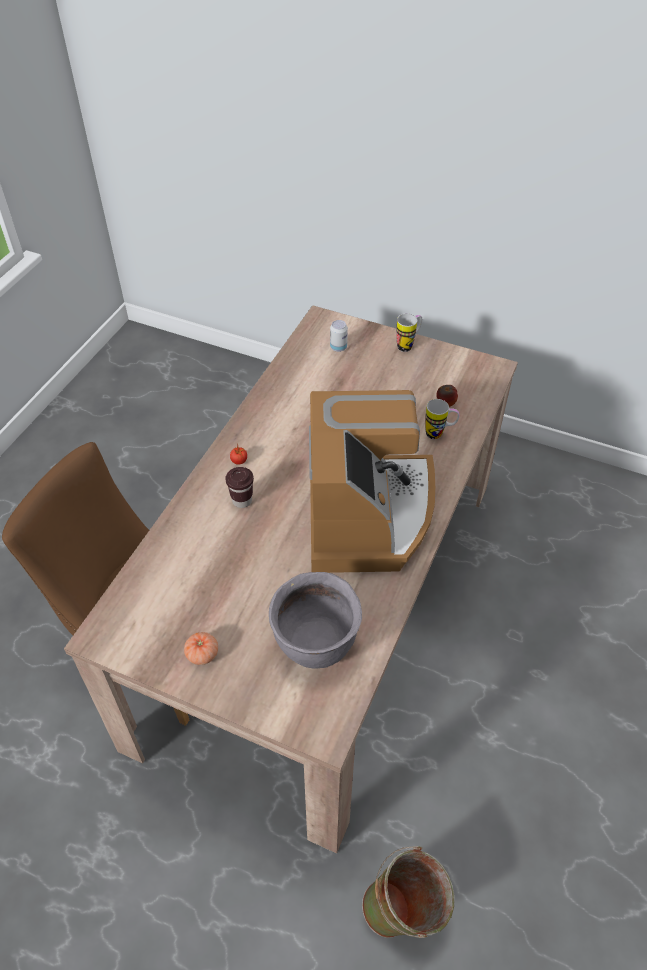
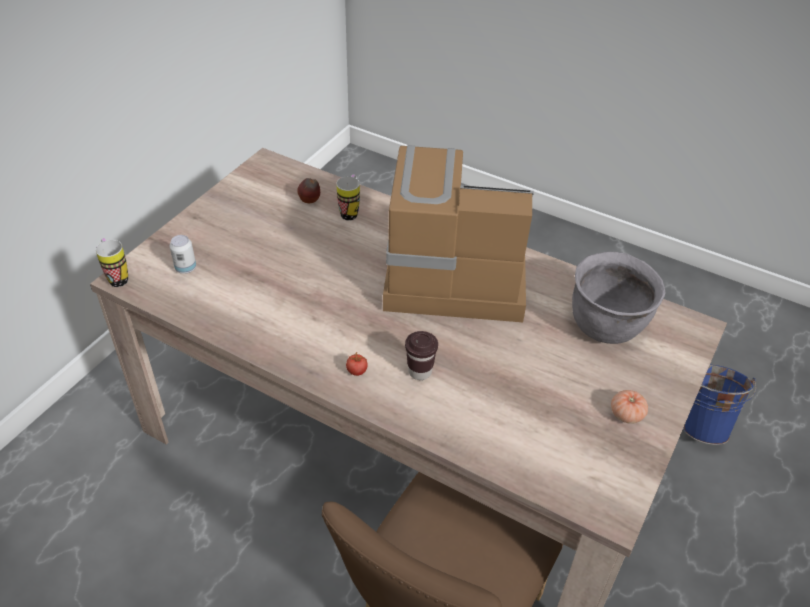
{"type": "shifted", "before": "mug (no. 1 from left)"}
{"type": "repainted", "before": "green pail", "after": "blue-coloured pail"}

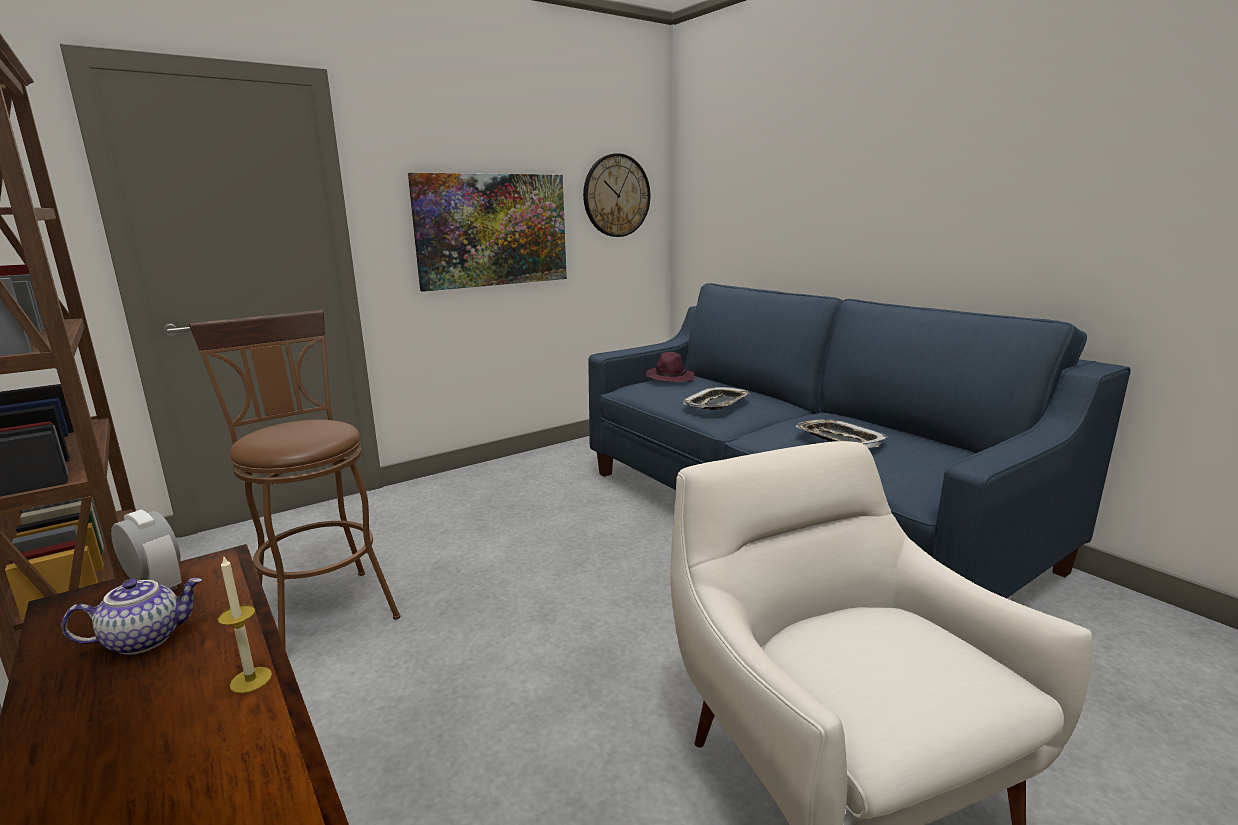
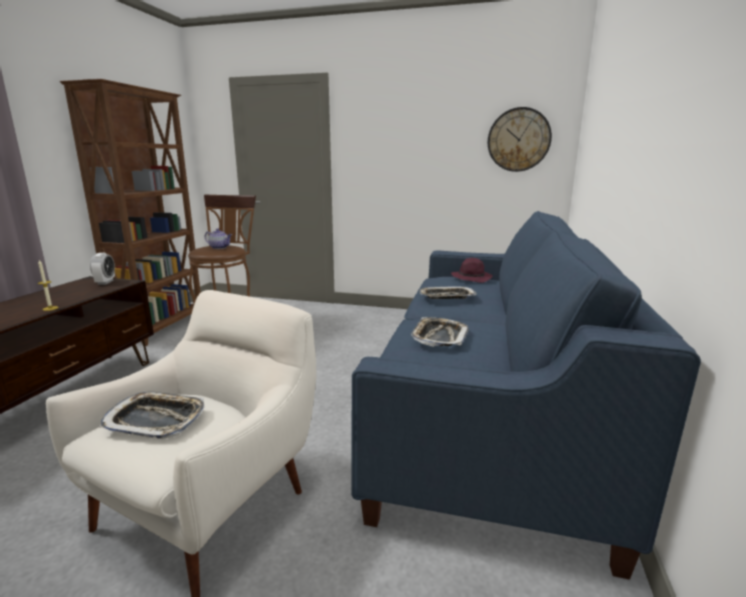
{"type": "gone", "before": "wall art"}
{"type": "shifted", "before": "tea pot"}
{"type": "new", "after": "serving tray (no. 1 from left)"}

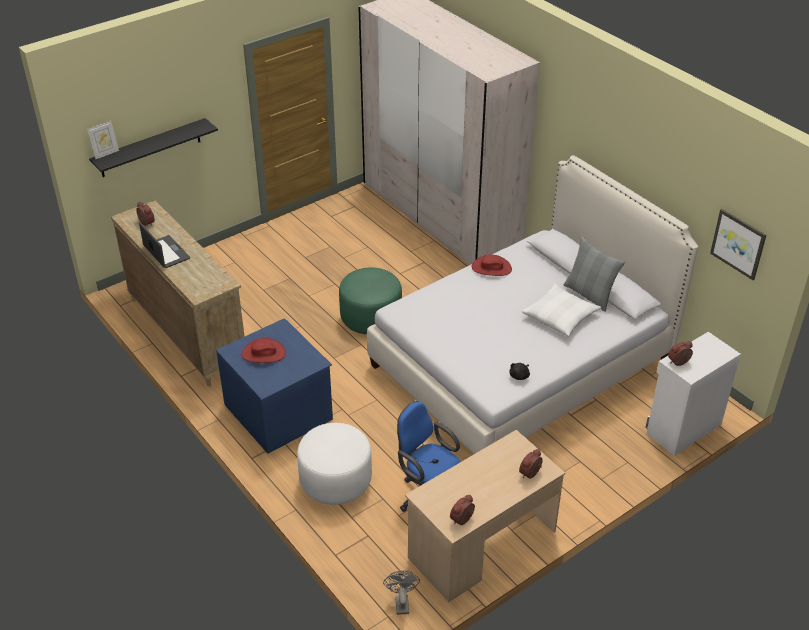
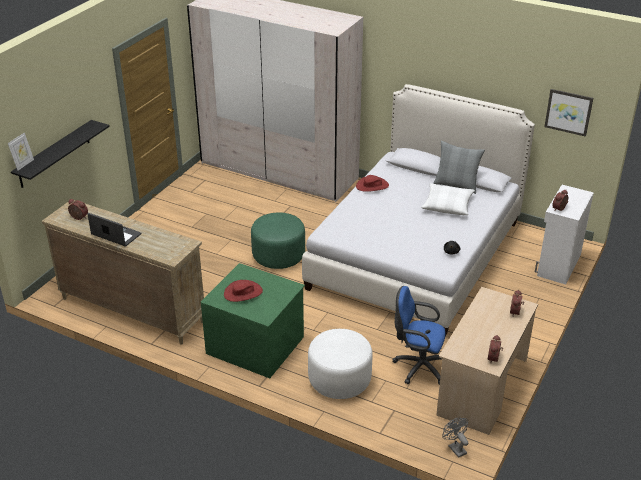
{"type": "repainted", "before": "blue-coloured dresser", "after": "green dresser"}

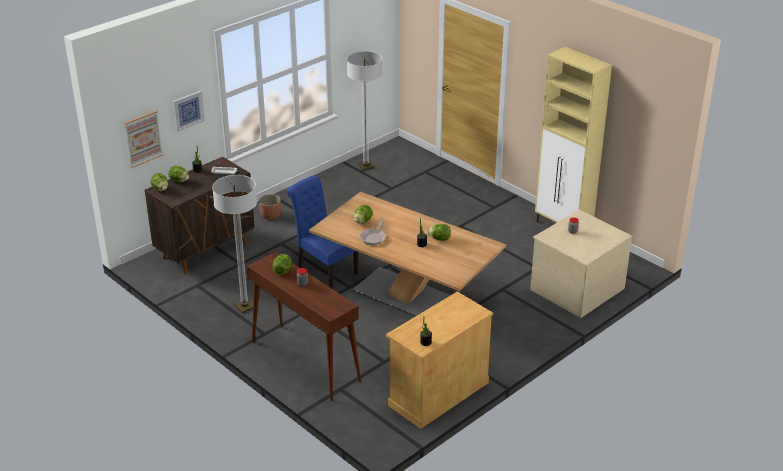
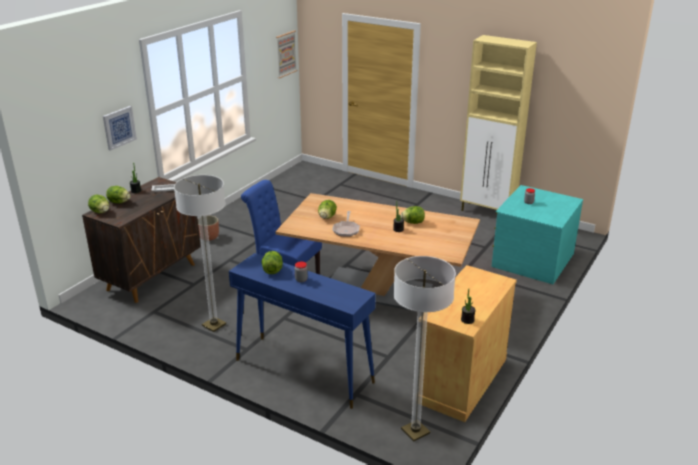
{"type": "shifted", "before": "standard lamp (no. 2 from left)"}
{"type": "shifted", "before": "wall art (no. 1 from left in the first image)", "after": "wall art (no. 2 from left)"}
{"type": "repainted", "before": "beige dresser", "after": "turquoise dresser"}
{"type": "repainted", "before": "brown-coloured narrow table", "after": "blue-coloured narrow table"}

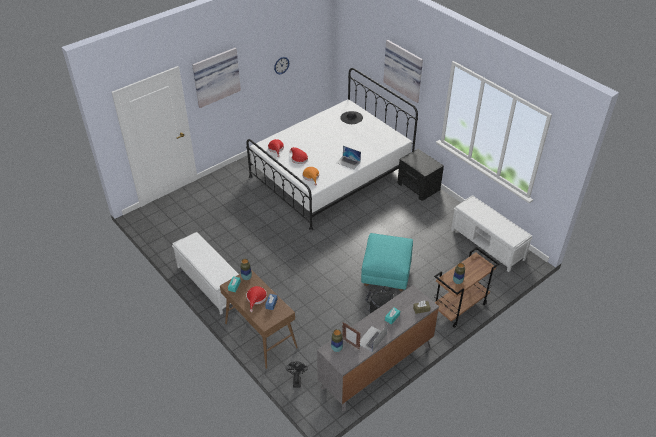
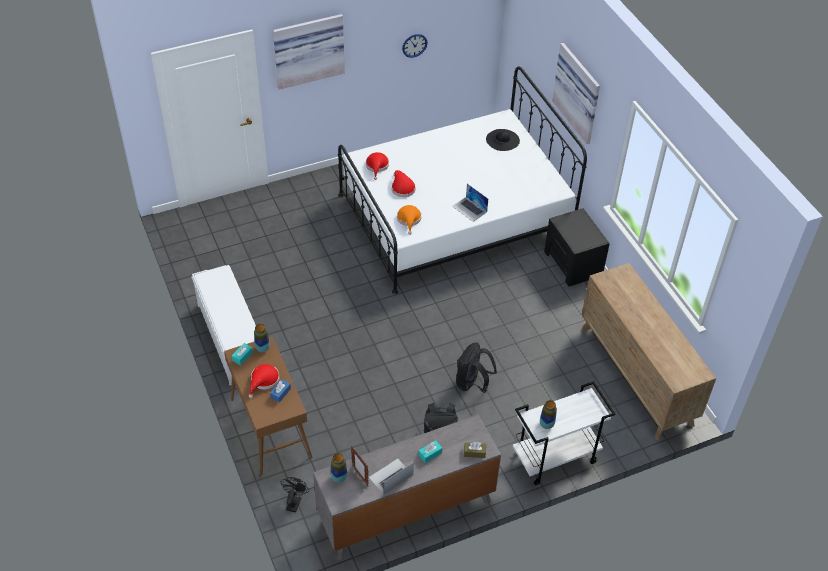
{"type": "swapped", "before": "white indoor bench (no. 2 from left)", "after": "brown-coloured dresser"}
{"type": "swapped", "before": "turquoise footrest", "after": "blackish knapsack (no. 2 from left)"}
{"type": "repainted", "before": "brown-coloured cart", "after": "white cart"}

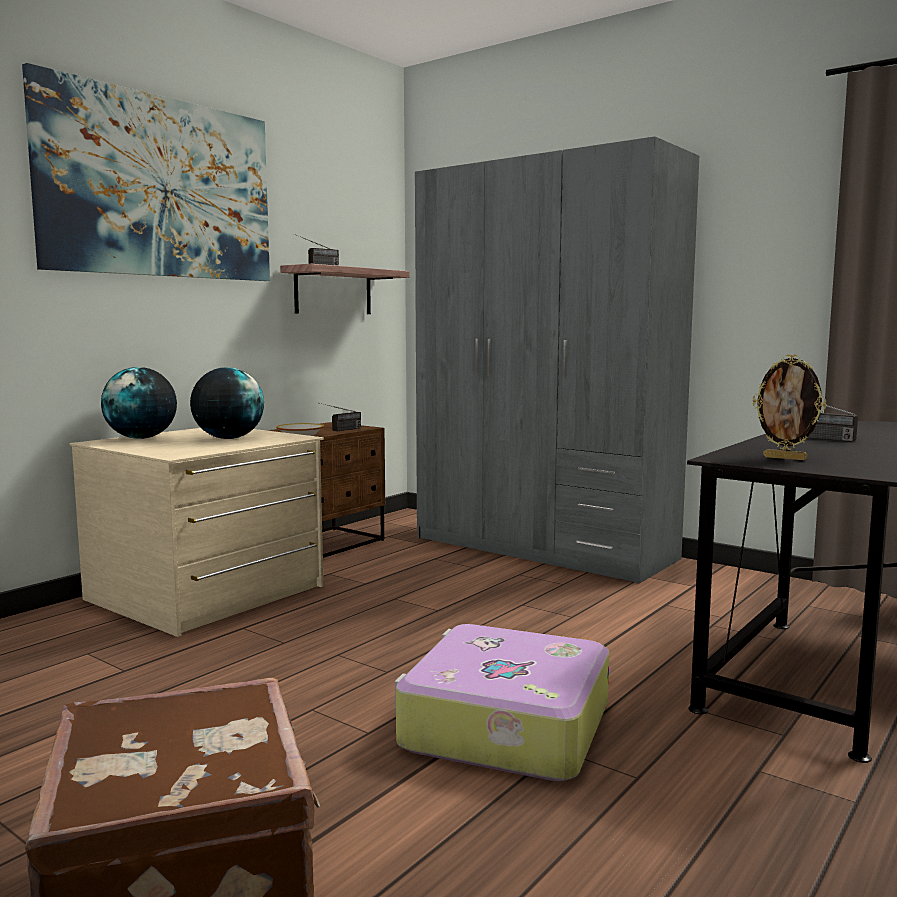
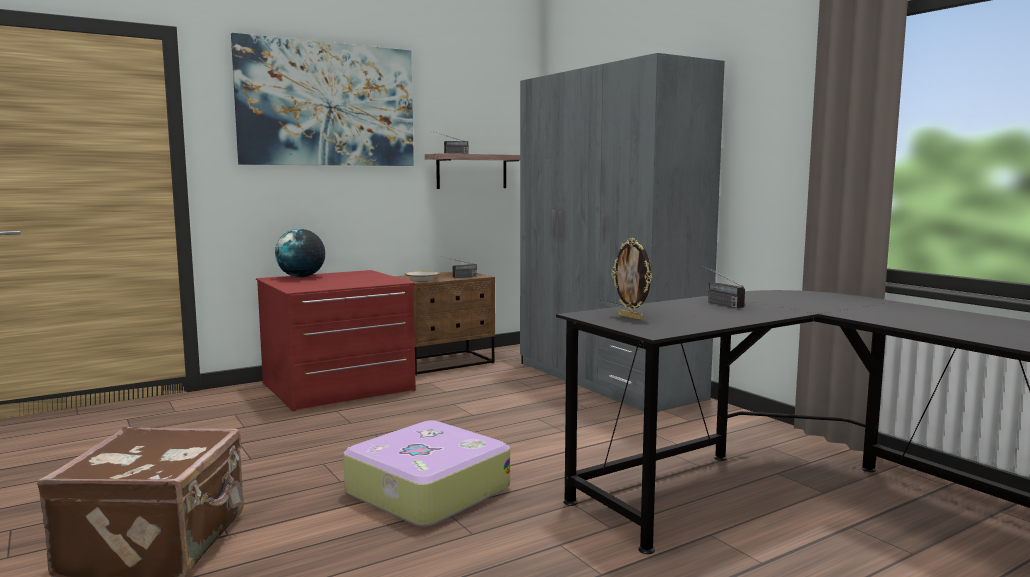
{"type": "gone", "before": "desk globe (no. 2 from left)"}
{"type": "repainted", "before": "beige dresser", "after": "red dresser"}

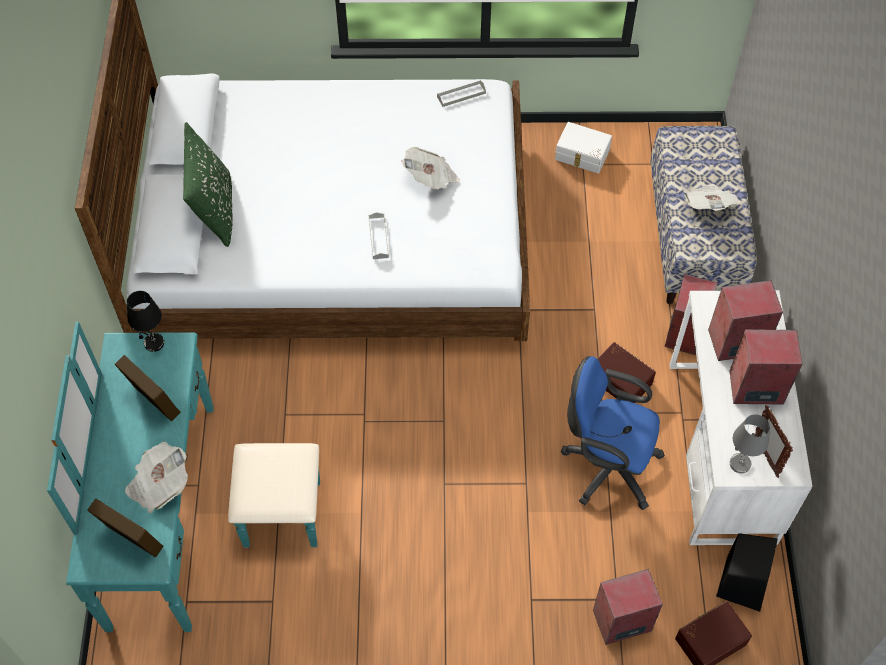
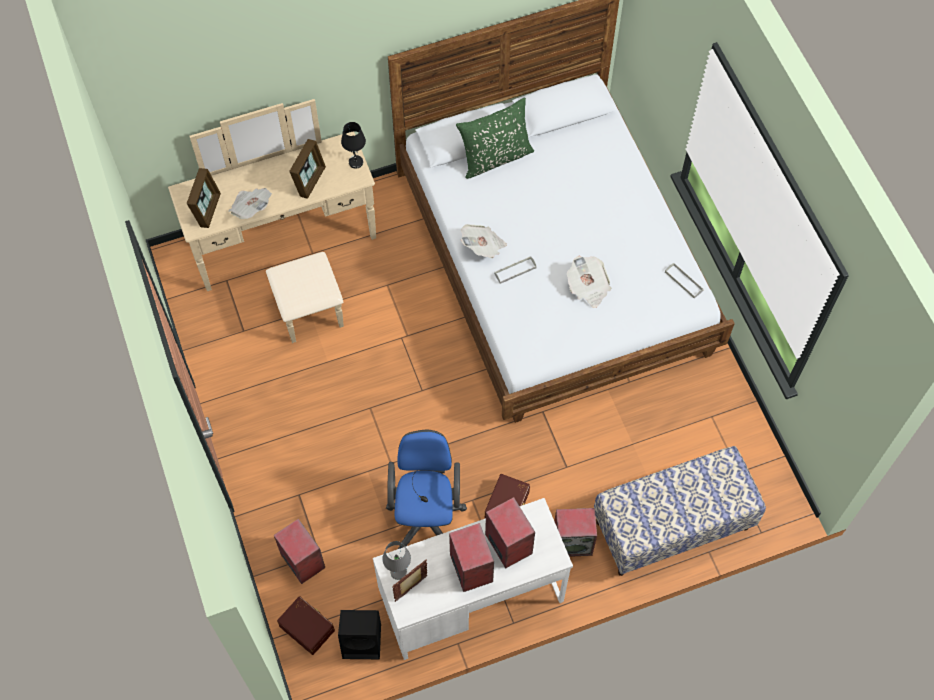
{"type": "gone", "before": "white storage box"}
{"type": "shifted", "before": "newspaper (no. 3 from left in the first image)", "after": "newspaper (no. 2 from left)"}
{"type": "repainted", "before": "turquoise dresser", "after": "beige dresser"}

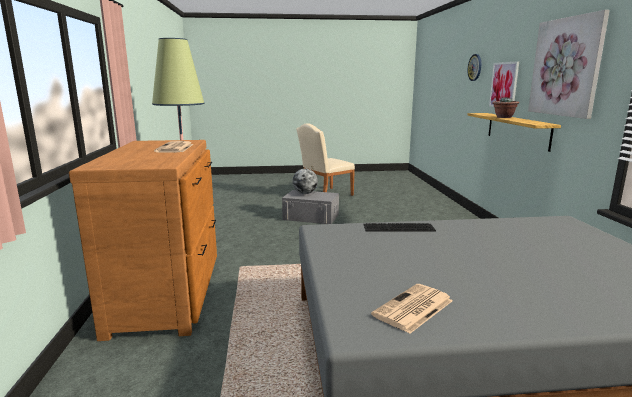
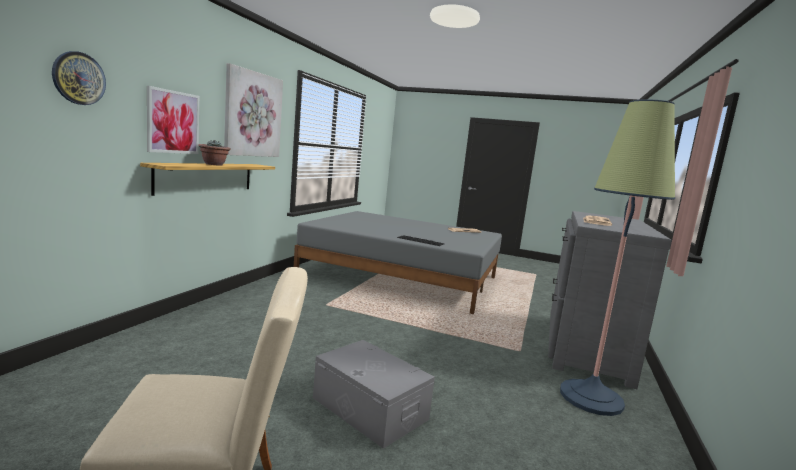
{"type": "repainted", "before": "brown-coloured dresser", "after": "greyish dresser"}
{"type": "gone", "before": "desk globe"}

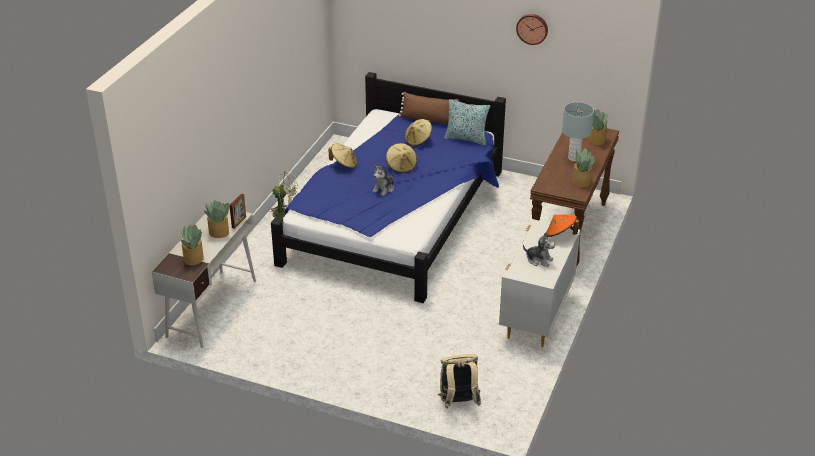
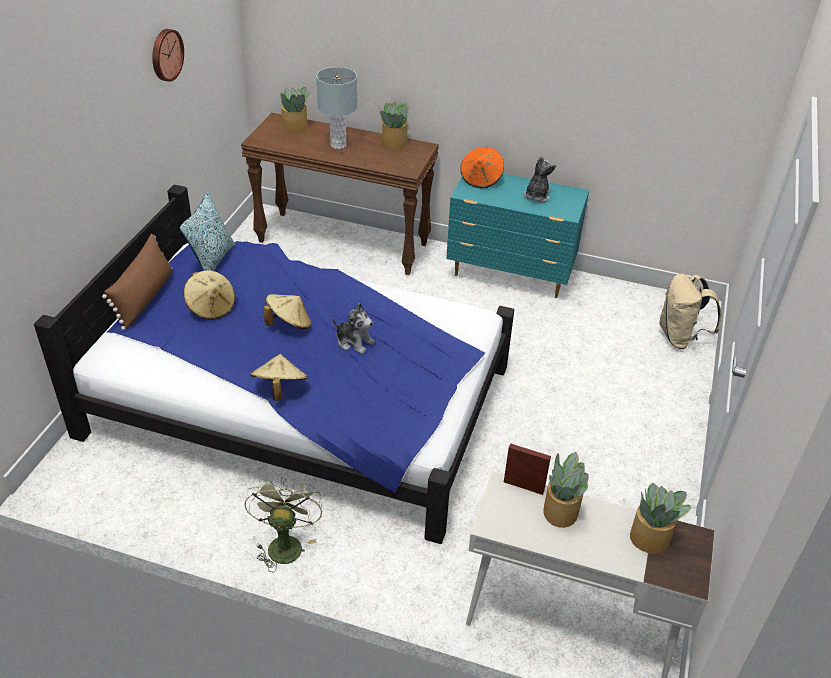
{"type": "repainted", "before": "white dresser", "after": "turquoise dresser"}

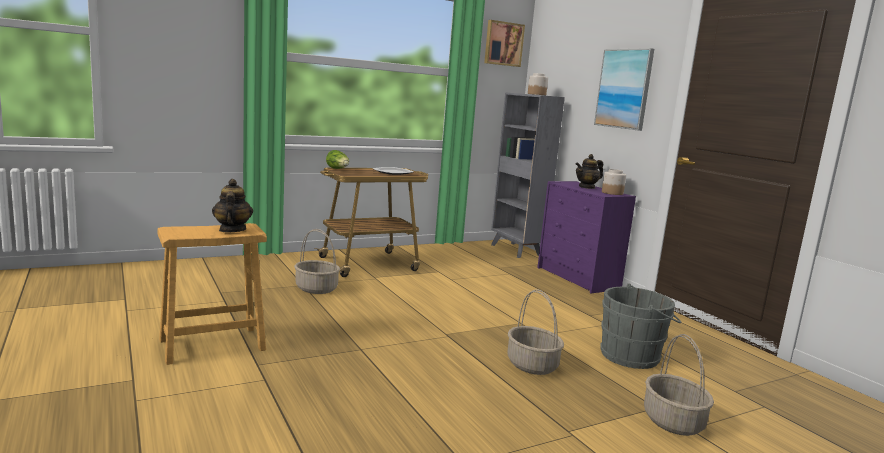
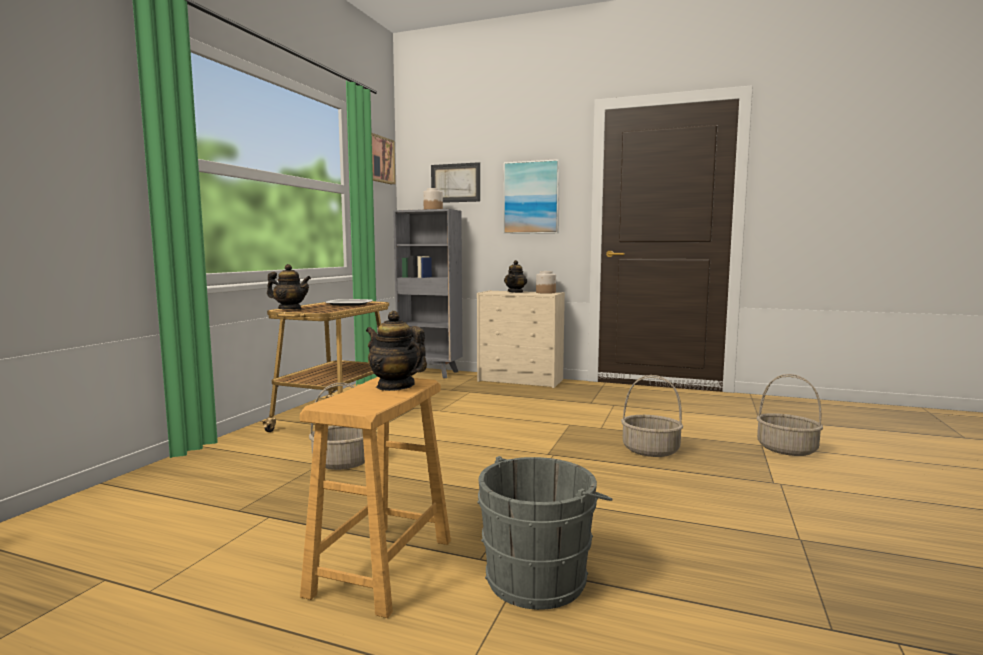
{"type": "swapped", "before": "head of lettuce", "after": "tea pot (no. 1 from left)"}
{"type": "repainted", "before": "purplish dresser", "after": "beige dresser"}
{"type": "shifted", "before": "greyish pail"}
{"type": "new", "after": "wall art (no. 2 from left)"}

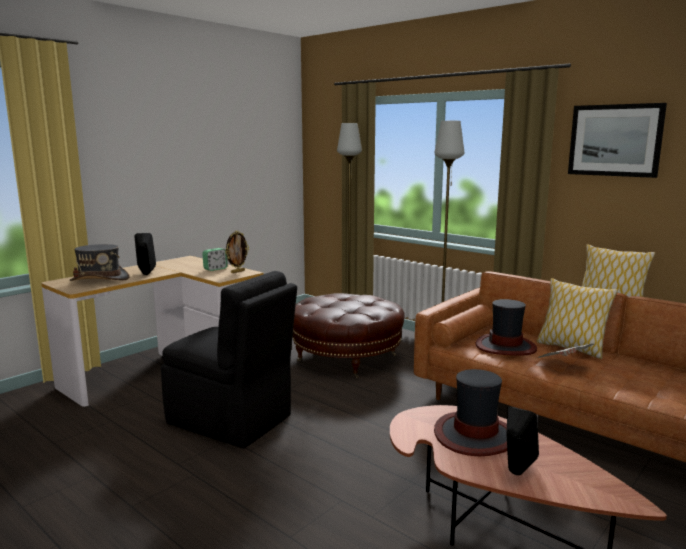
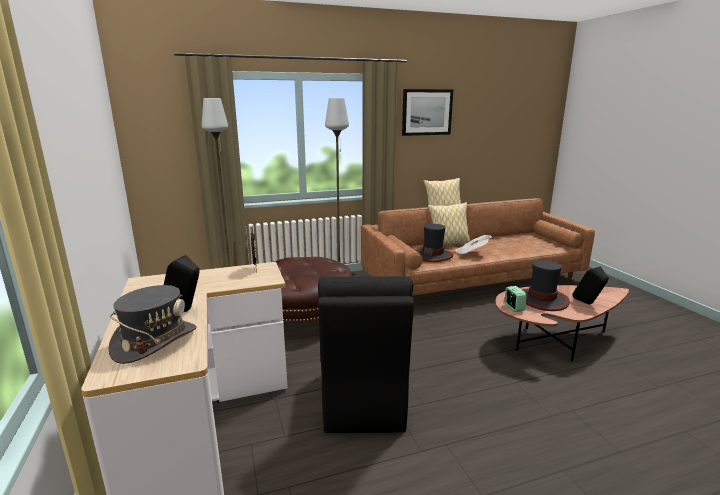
{"type": "shifted", "before": "alarm clock"}
{"type": "rotated", "before": "blackish upright chair", "turn": 120}

